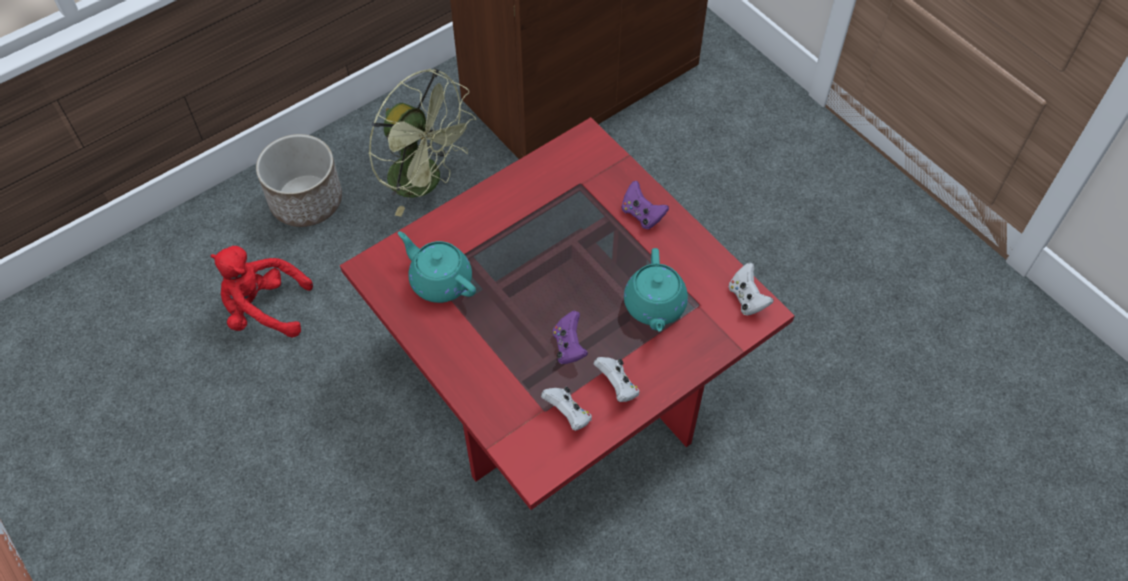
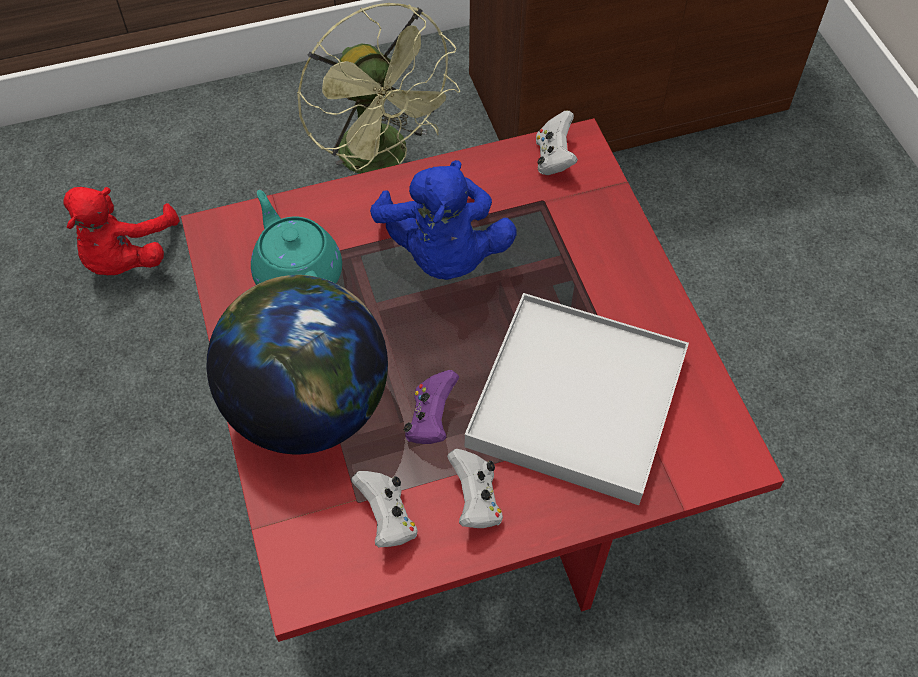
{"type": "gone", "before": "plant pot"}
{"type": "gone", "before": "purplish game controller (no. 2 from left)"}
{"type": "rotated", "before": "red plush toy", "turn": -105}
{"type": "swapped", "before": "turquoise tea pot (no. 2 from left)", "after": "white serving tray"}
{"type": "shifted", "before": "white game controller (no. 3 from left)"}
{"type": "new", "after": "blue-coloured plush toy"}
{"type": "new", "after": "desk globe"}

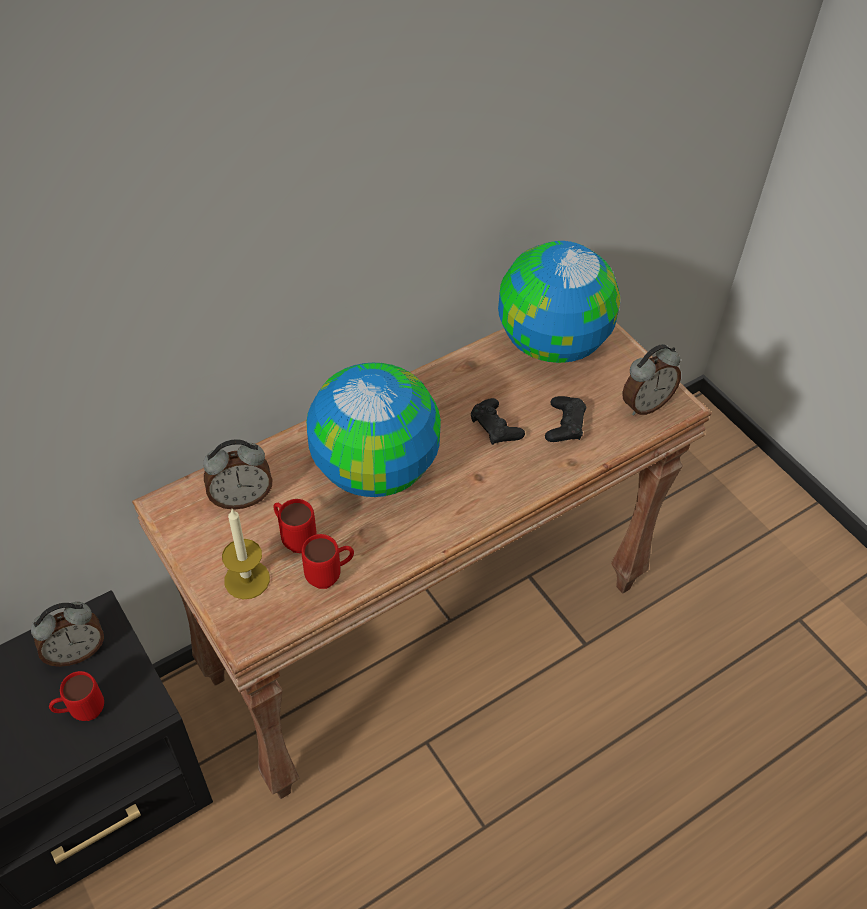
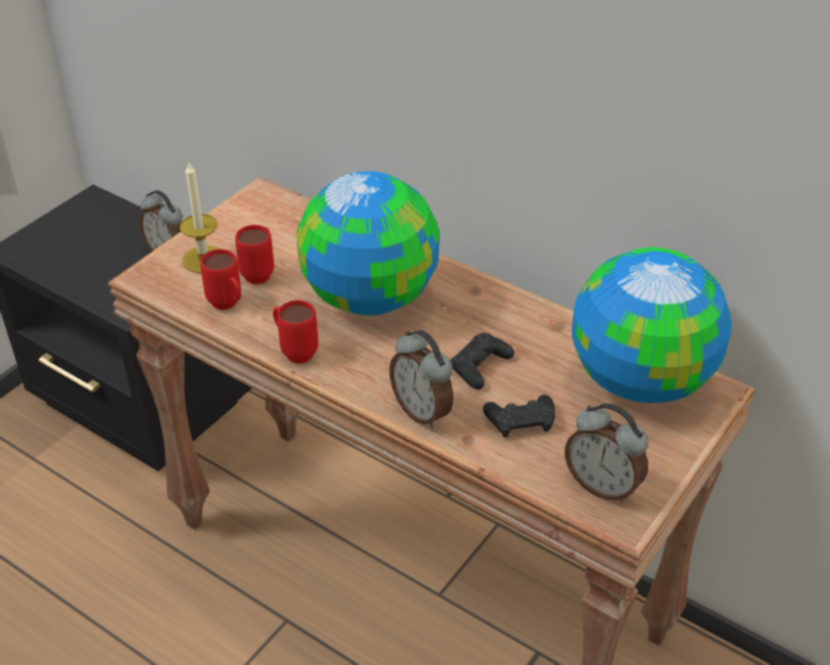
{"type": "shifted", "before": "alarm clock (no. 2 from left)"}
{"type": "shifted", "before": "red mug (no. 1 from left in the first image)", "after": "red mug (no. 3 from left)"}

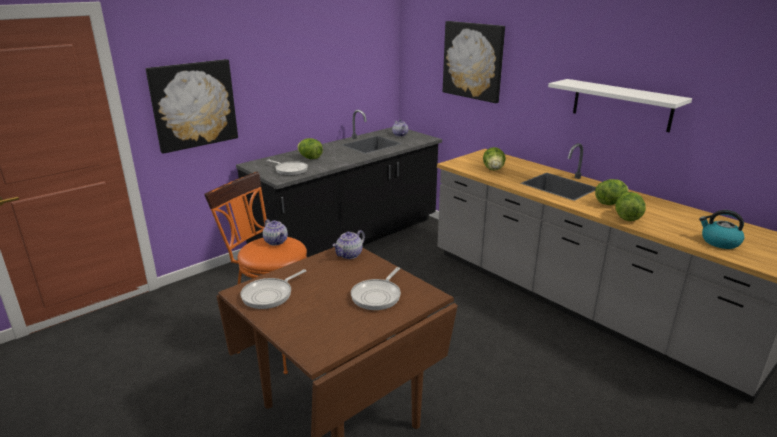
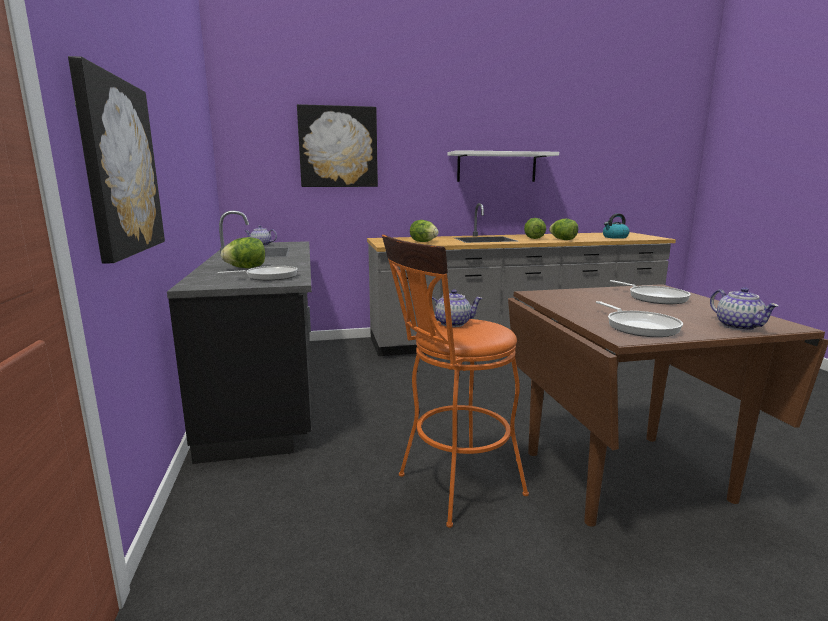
{"type": "shifted", "before": "tea pot (no. 2 from left in the first image)", "after": "tea pot (no. 3 from left)"}

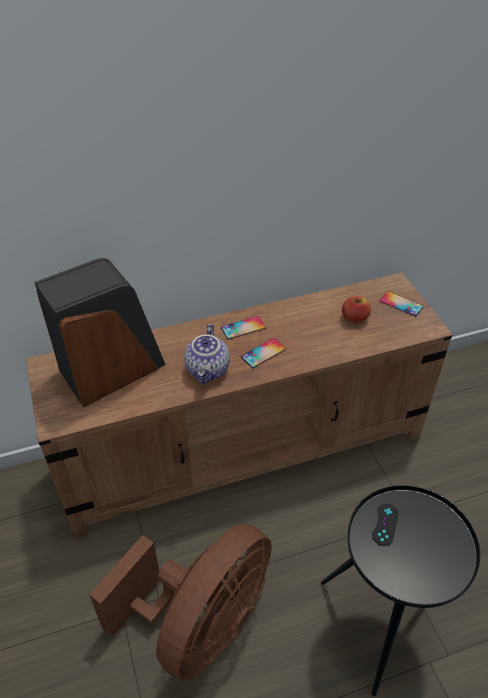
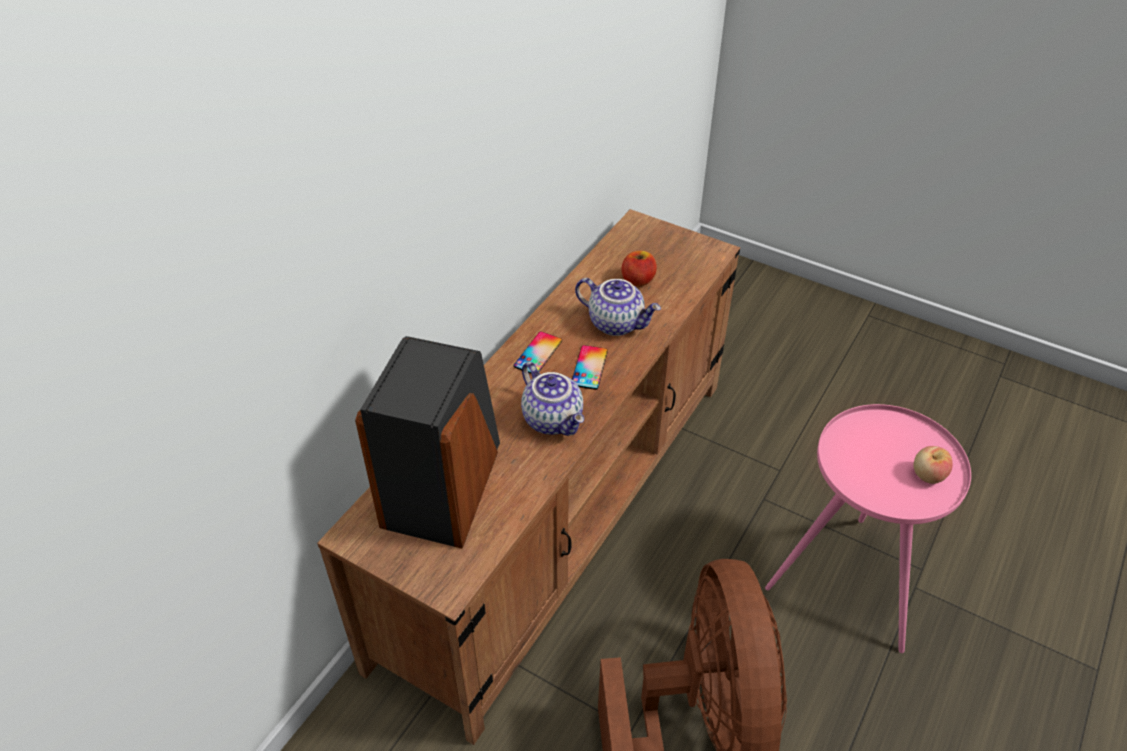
{"type": "gone", "before": "phone (no. 3 from left)"}
{"type": "repainted", "before": "blackish accent table", "after": "pink accent table"}
{"type": "gone", "before": "blackish game controller"}
{"type": "new", "after": "tea pot (no. 2 from left)"}
{"type": "new", "after": "whole apple (no. 2 from left)"}

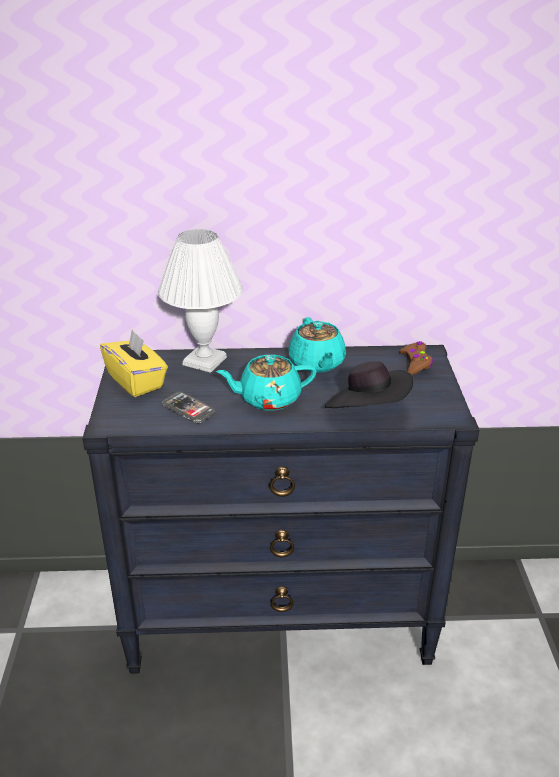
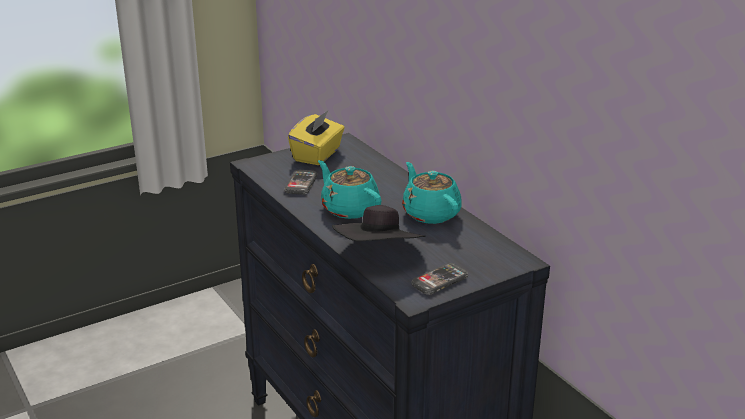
{"type": "gone", "before": "white tabletop lamp"}
{"type": "rotated", "before": "turquoise tea pot (no. 2 from left)", "turn": 105}
{"type": "gone", "before": "brown-coloured game controller"}
{"type": "new", "after": "phone (no. 2 from left)"}

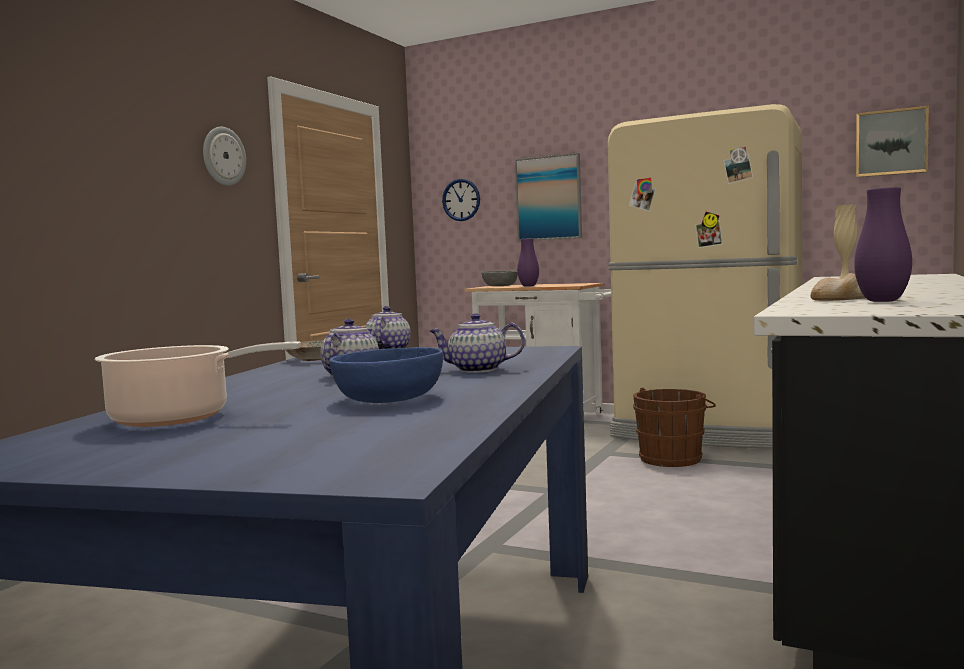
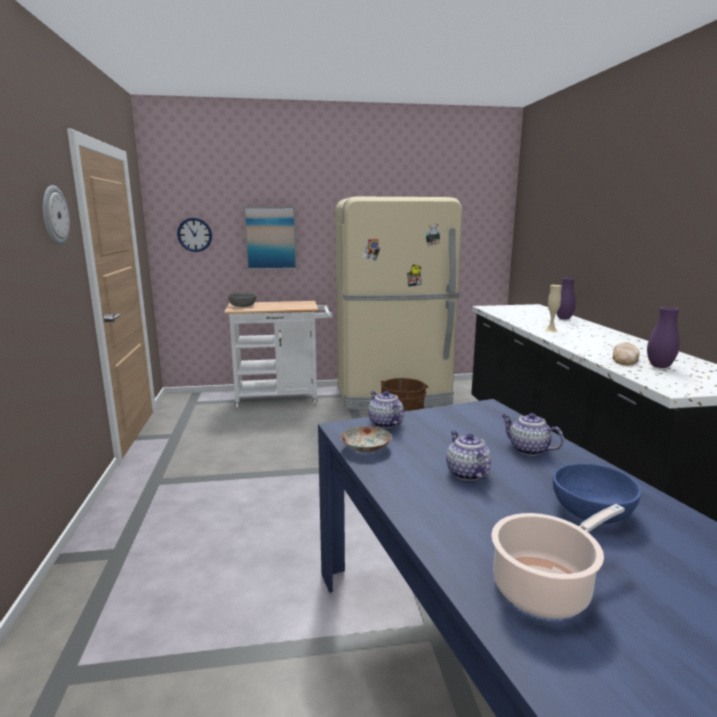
{"type": "gone", "before": "wall art (no. 2 from left)"}
{"type": "shifted", "before": "purplish decorative vase (no. 1 from left)"}
{"type": "rotated", "before": "tea pot (no. 3 from left)", "turn": 75}

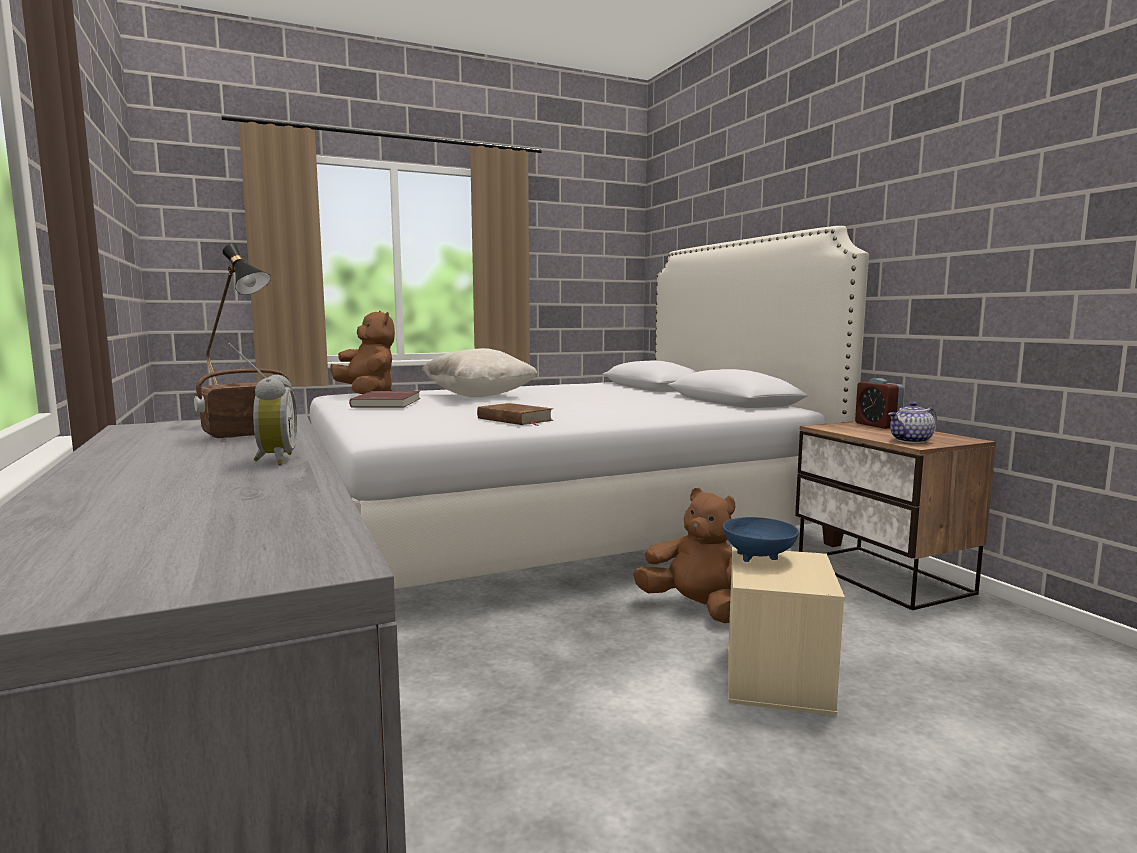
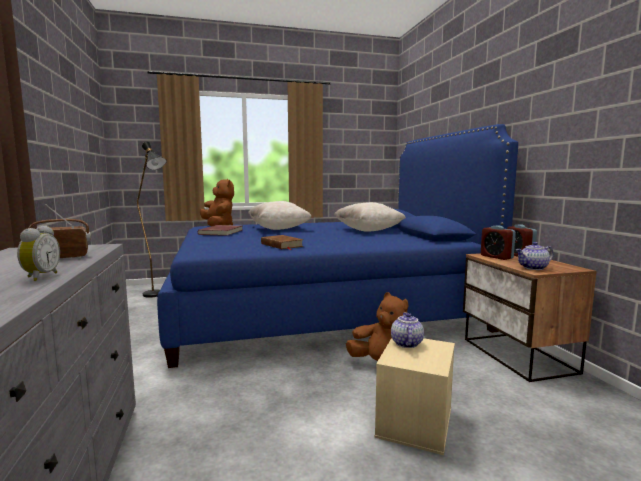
{"type": "repainted", "before": "white bedroom bed", "after": "blue-coloured bedroom bed"}
{"type": "swapped", "before": "blue-coloured bowl", "after": "tea pot (no. 1 from left)"}
{"type": "new", "after": "beige throw pillow (no. 2 from left)"}
{"type": "new", "after": "alarm clock (no. 2 from left)"}

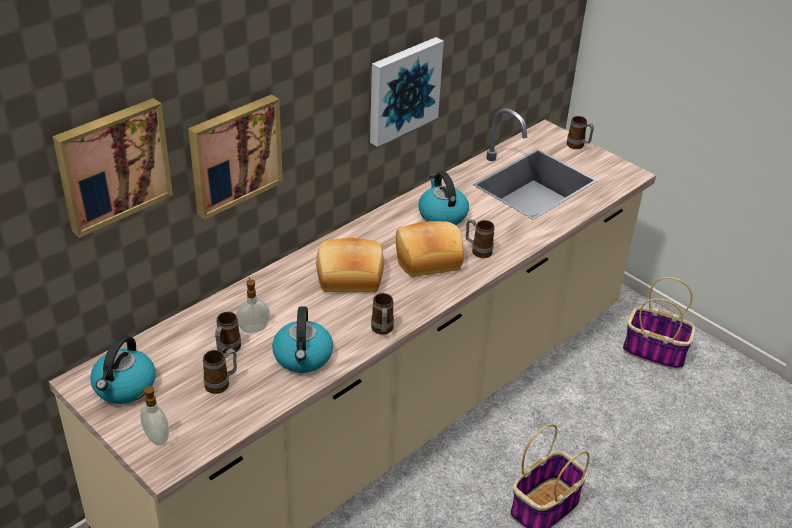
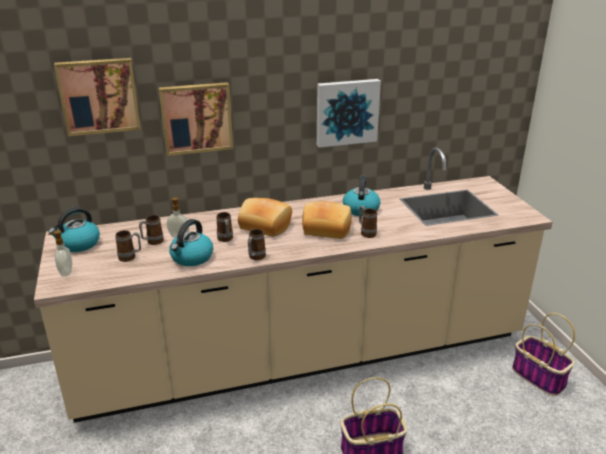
{"type": "shifted", "before": "mug (no. 5 from left in the first image)", "after": "mug (no. 3 from left)"}

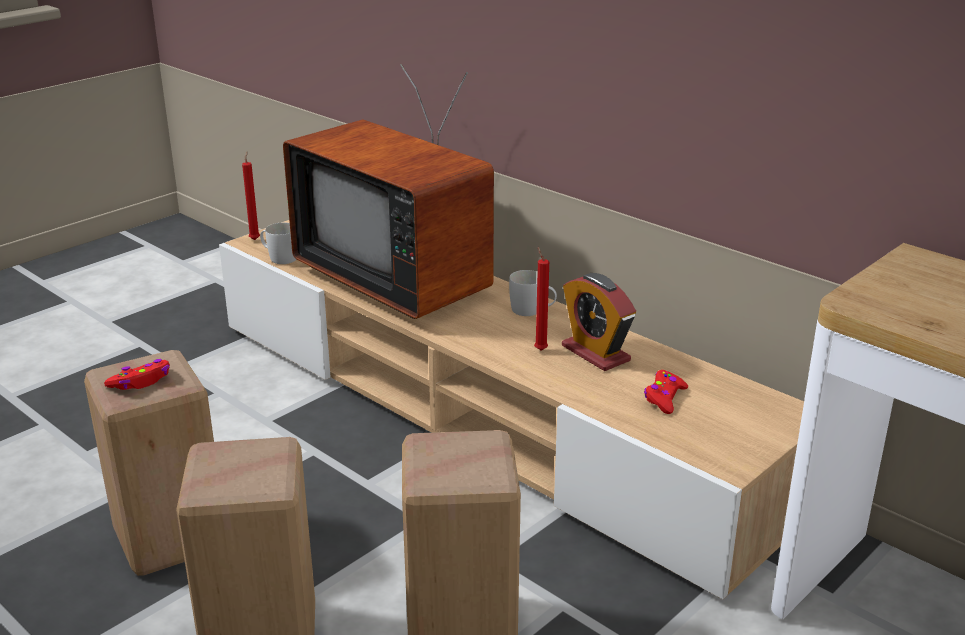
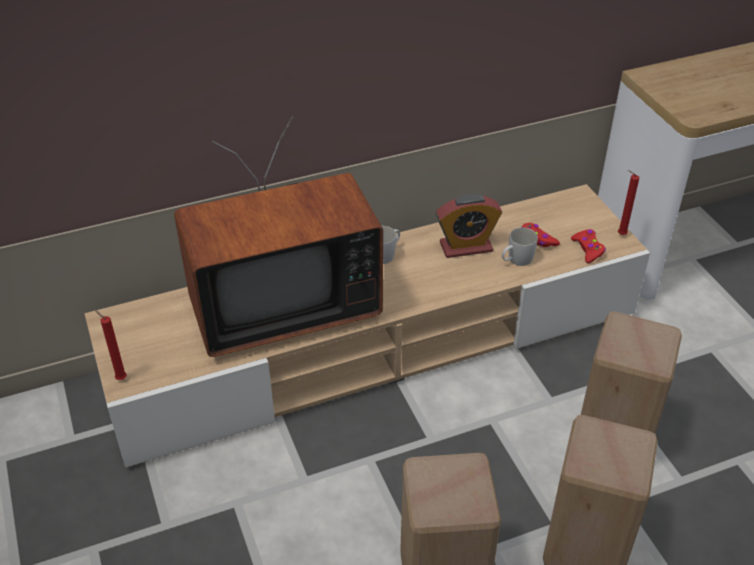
{"type": "shifted", "before": "white mug (no. 1 from left in the first image)", "after": "white mug (no. 2 from left)"}
{"type": "shifted", "before": "red wax candle (no. 2 from left)"}
{"type": "shifted", "before": "red game controller (no. 1 from left in the first image)", "after": "red game controller (no. 2 from left)"}

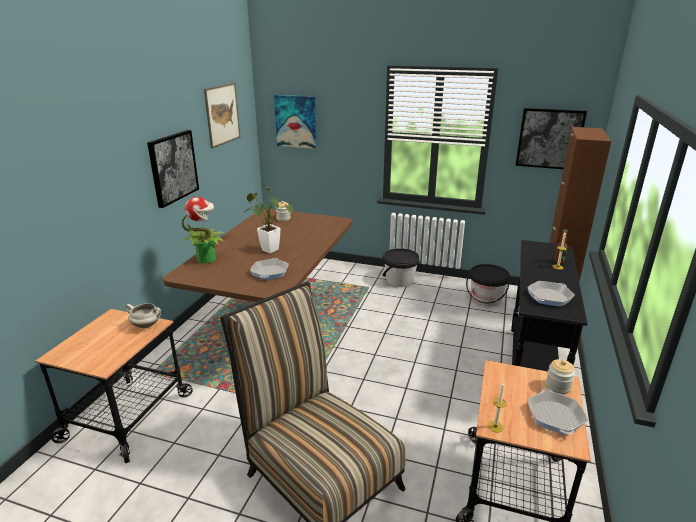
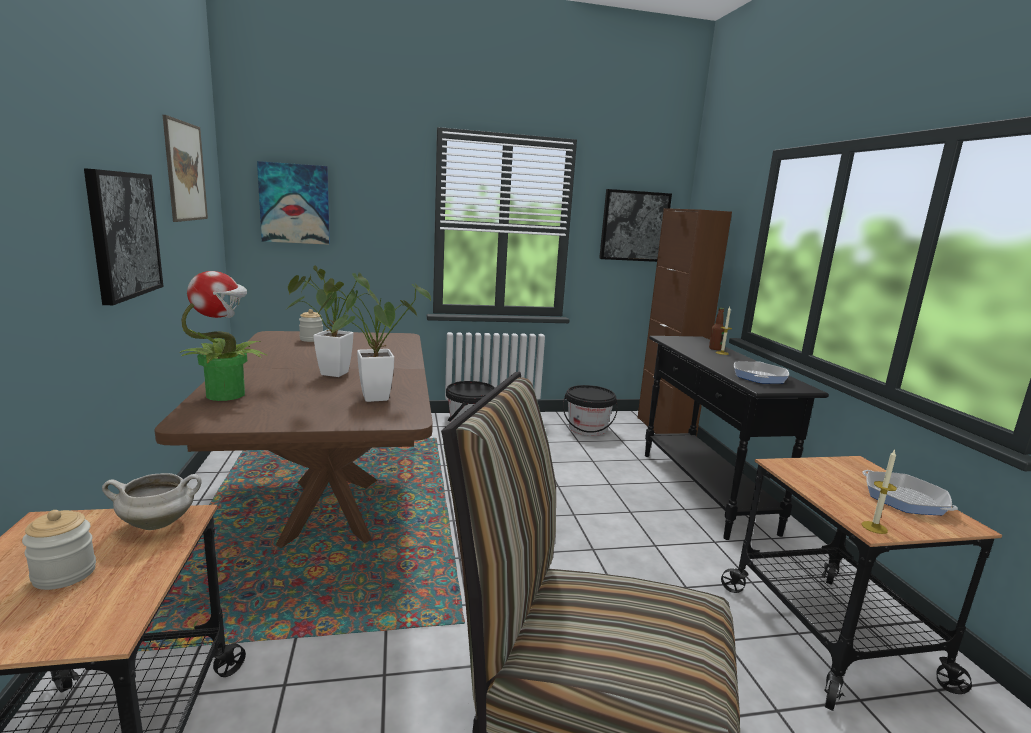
{"type": "swapped", "before": "skillet (no. 1 from left)", "after": "houseplant (no. 3 from left)"}
{"type": "shifted", "before": "jar (no. 2 from left in the first image)", "after": "jar (no. 1 from left)"}

